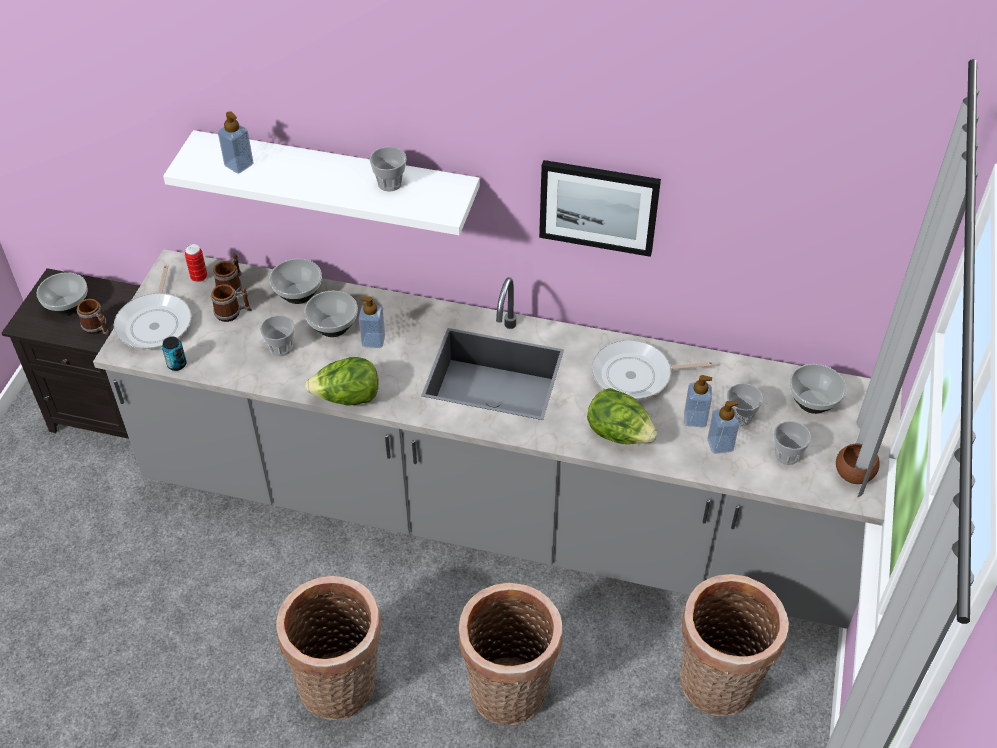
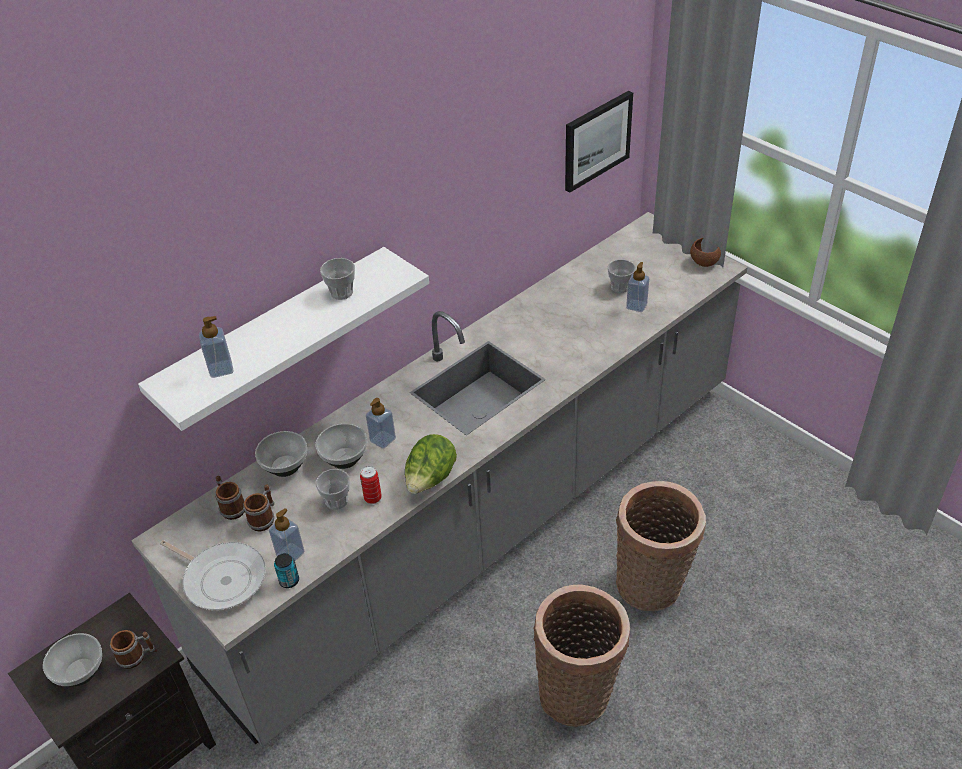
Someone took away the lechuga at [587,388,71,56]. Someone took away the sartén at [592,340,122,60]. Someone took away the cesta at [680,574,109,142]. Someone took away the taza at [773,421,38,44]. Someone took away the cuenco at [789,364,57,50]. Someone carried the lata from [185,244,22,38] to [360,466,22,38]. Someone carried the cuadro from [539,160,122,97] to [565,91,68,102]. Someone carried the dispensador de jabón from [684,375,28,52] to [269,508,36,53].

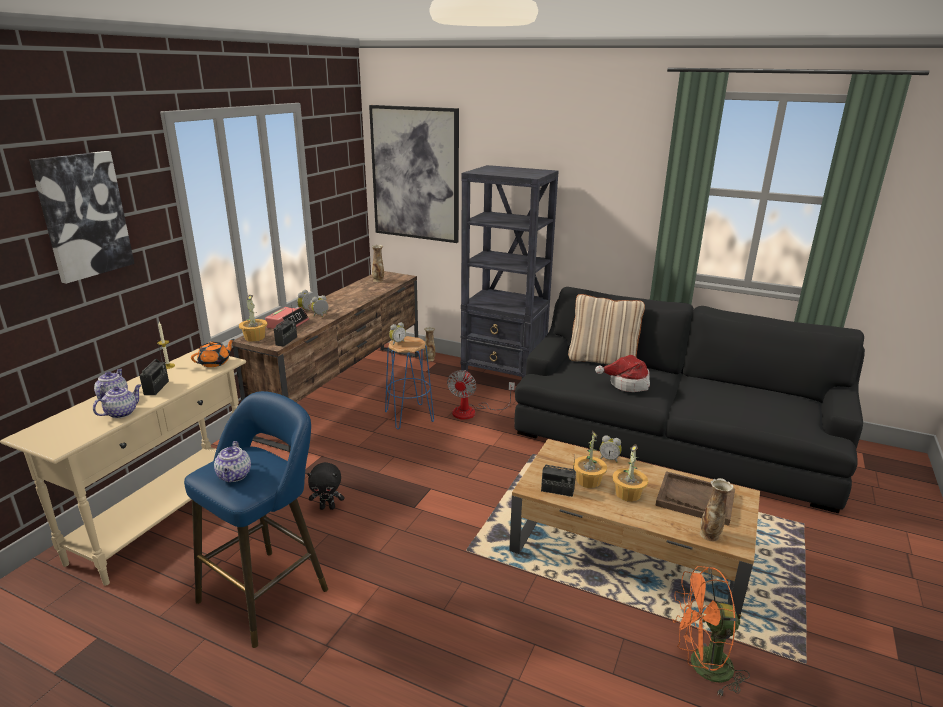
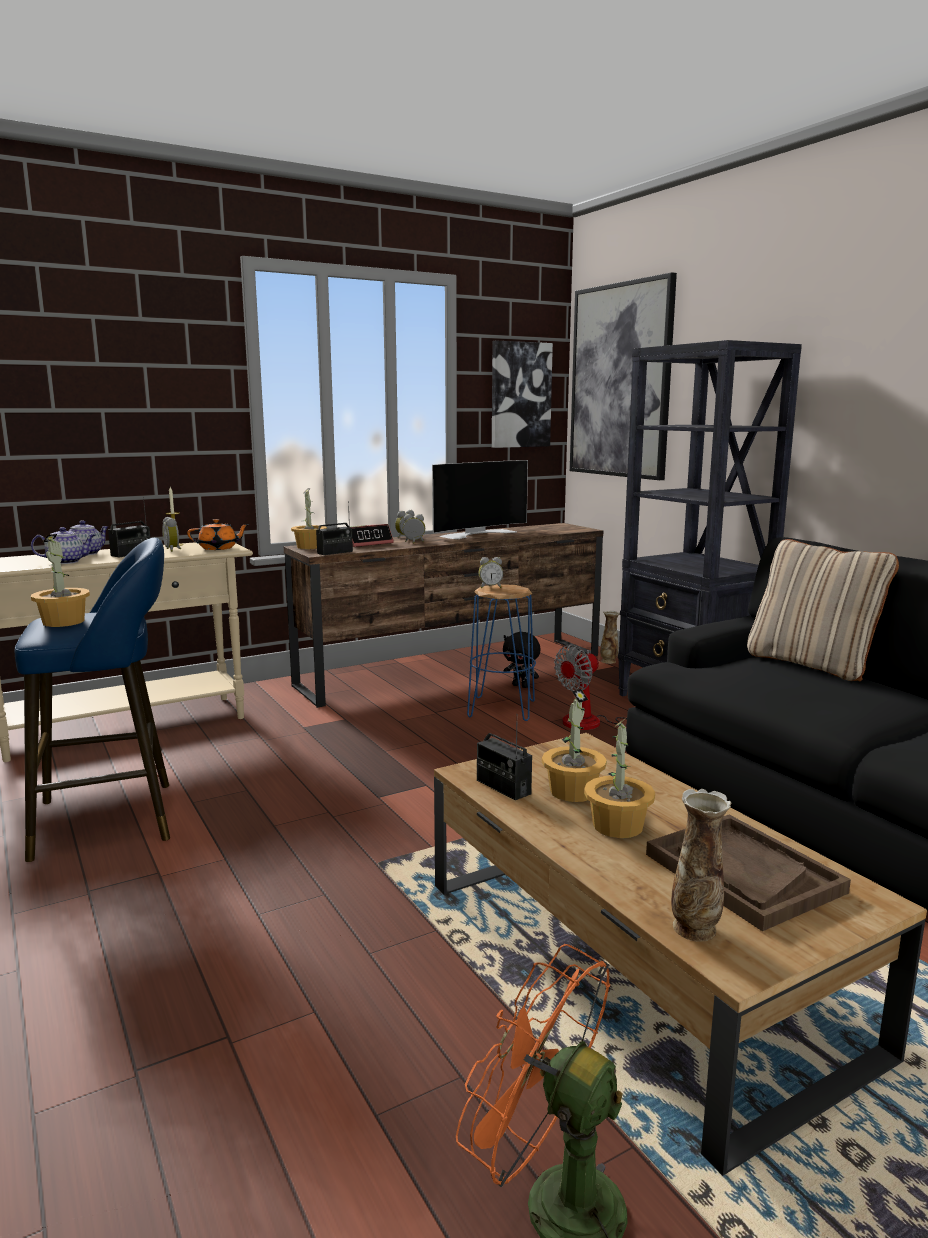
Someone took away the florero at [372,245,12,37]. Someone took away the sombrero at [595,355,55,37]. Someone put down the televisor at [432,460,96,79]. Someone carried the cuadro from [29,151,106,133] to [492,341,61,107]. Someone carried the peluche/negro from [307,462,37,48] to [503,632,37,56]. Someone carried the despertador from [600,435,22,28] to [162,517,19,35]. Someone swapped the tetera at [214,441,37,41] for the planta en maceta at [31,534,59,93].

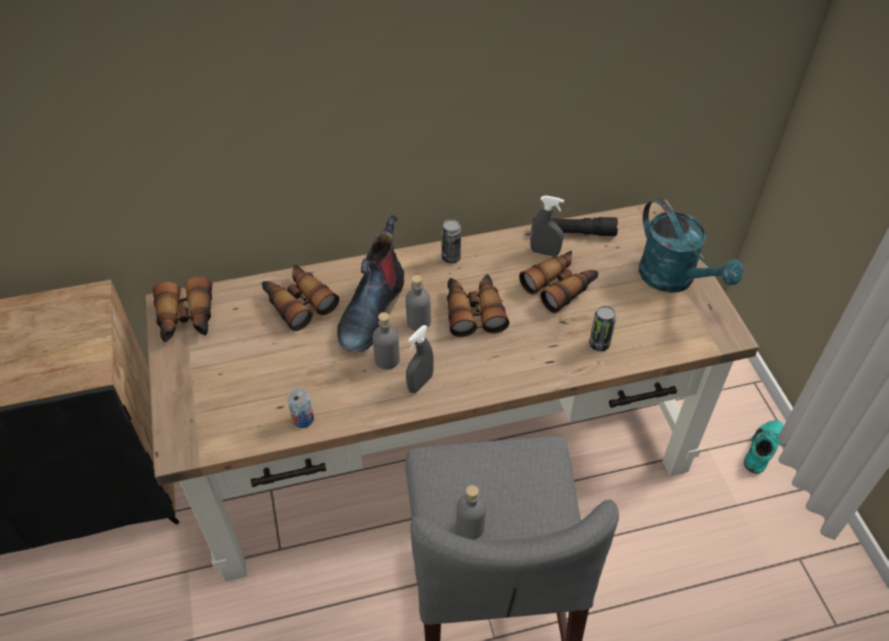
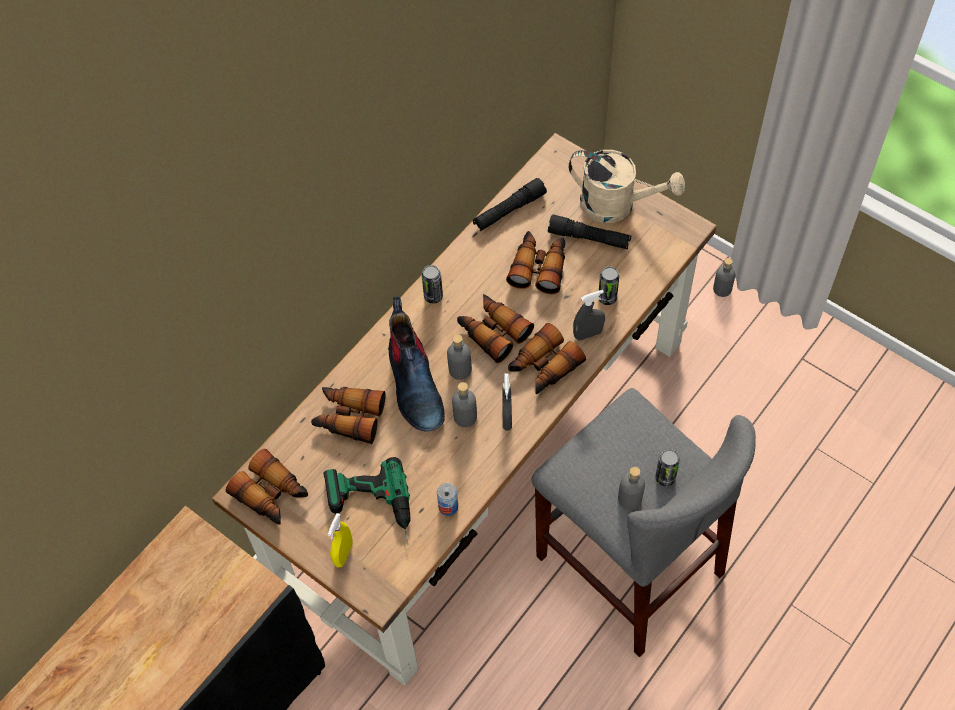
Someone put down the taladro at [323,457,88,87]. Someone put down the pulverizador/amarillo at [327,513,26,54]. Someone put down the prismáticos at [508,323,78,71]. Someone put down the linterna/negro at [548,215,83,34]. Someone put down the lata at [655,449,25,37]. Someone carried the pulverizador/gris from [530,195,34,61] to [573,290,32,50]. Someone swapped the zapato/turquesa at [744,420,42,54] for the botella/gris at [713,258,22,39]. Someone repainted the regadera/turquesa at [639,198,105,95], which became the regadera/beis at [568,150,117,73].

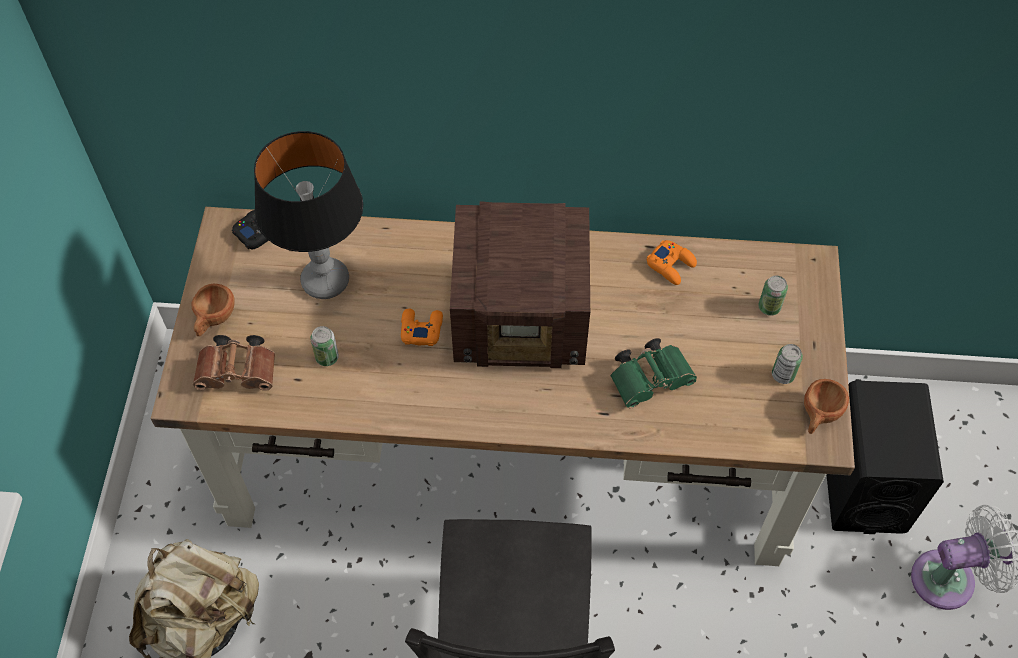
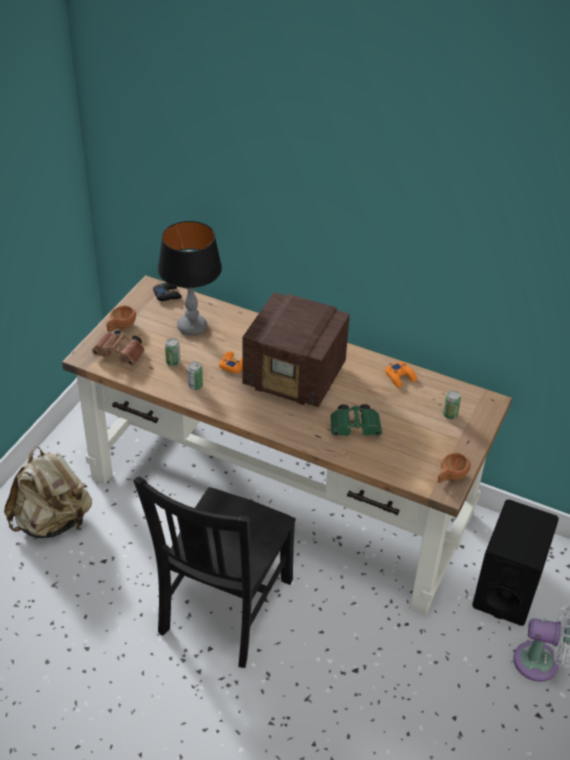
Someone carried the lata from [772,344,31,40] to [187,362,16,28].

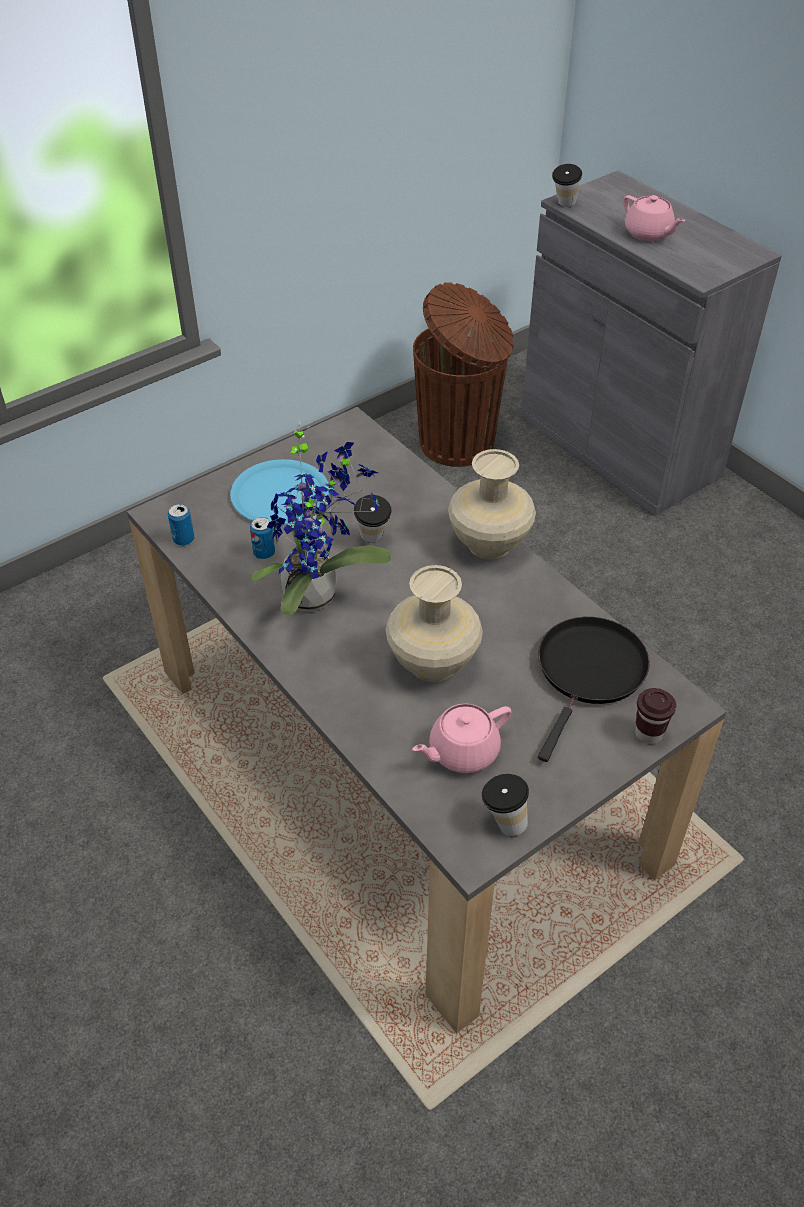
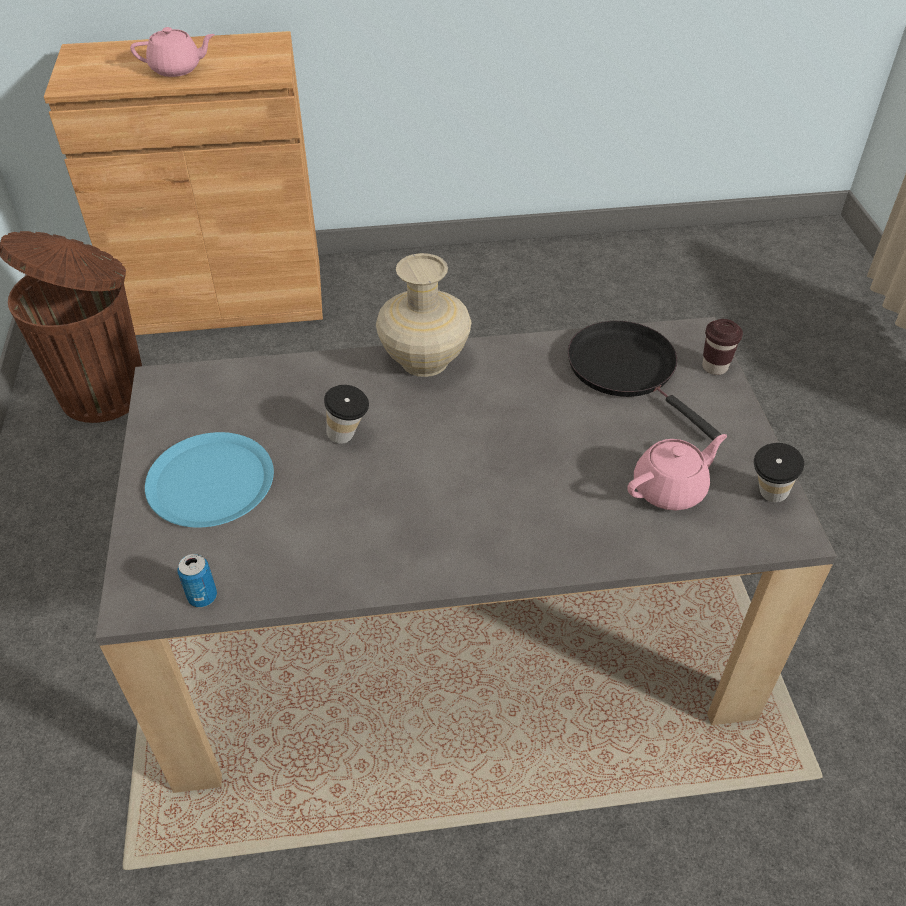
Someone took away the lata at [250,517,25,42]. Someone took away the planta en maceta at [251,421,141,195]. Someone took away the florero/beis at [385,565,98,117]. Someone took away the taza at [552,164,30,43]. Someone repainted the armario/gris at [521,170,261,346], which became the armario/marrón at [44,31,279,304]. Someone rotated the tetera/rosa at [412,703,100,70] by 120 degrees counterclockwise.

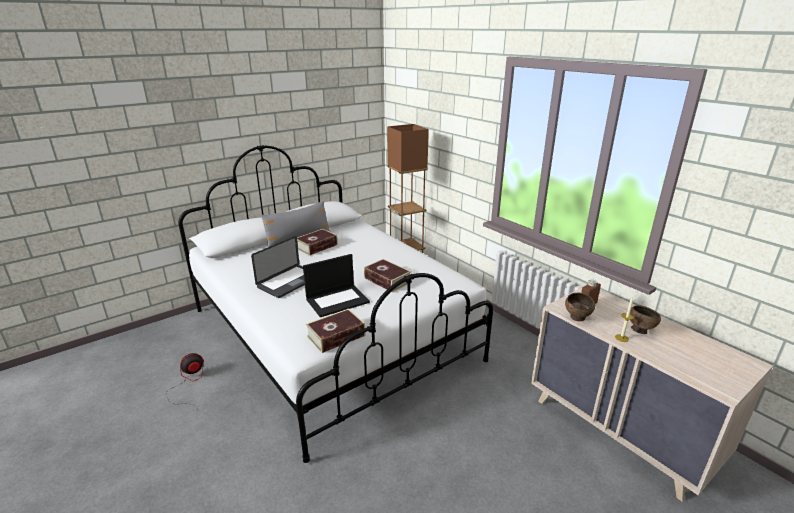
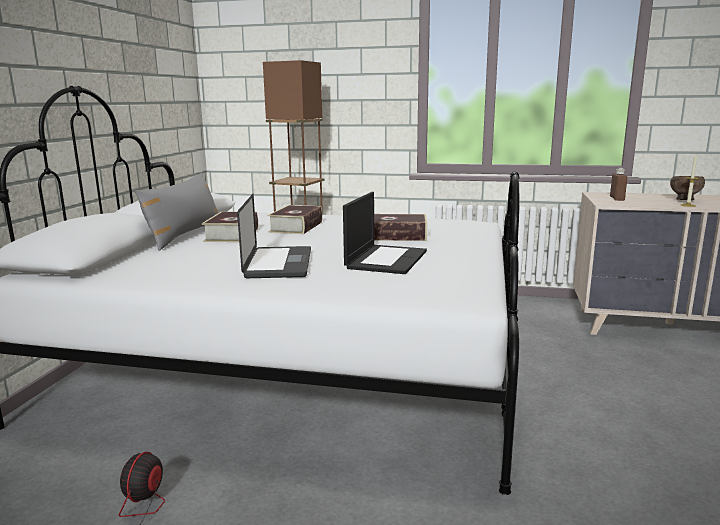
Someone took away the cuenco/marrón at [565,293,30,28]. Someone carried the libro from [306,308,60,45] to [267,205,55,29].

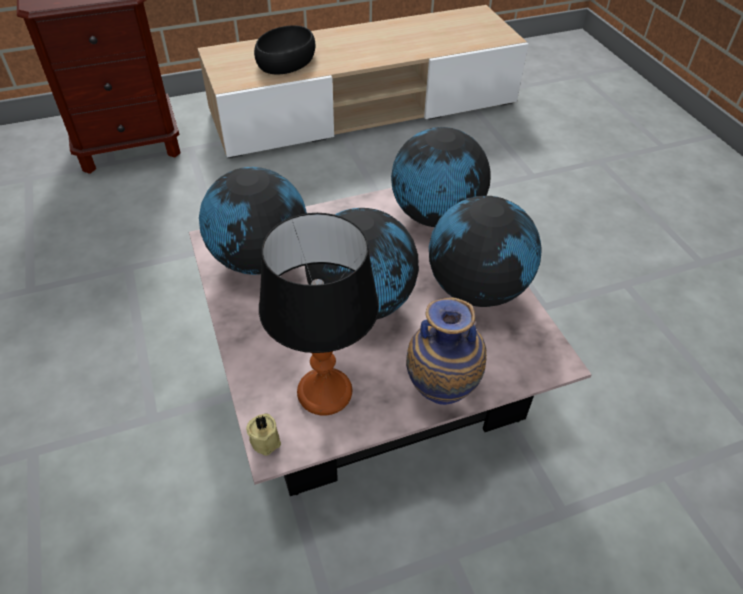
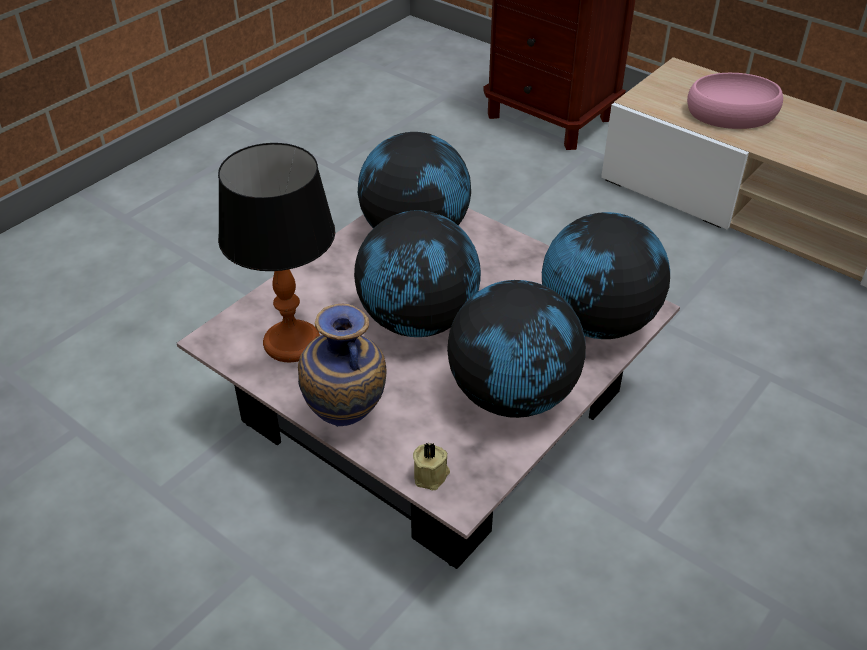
Someone carried the vela/beis from [246,414,35,42] to [413,442,37,48]. Someone repainted the cuenco/negro at [254,25,61,50], which became the cuenco/rosa at [687,73,96,56].

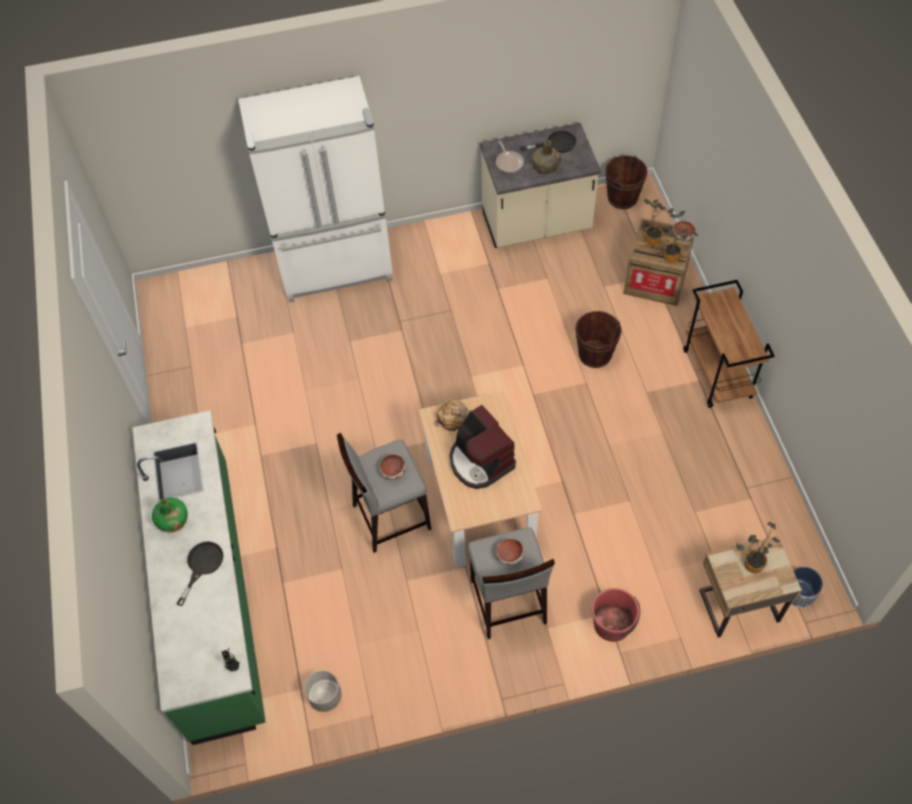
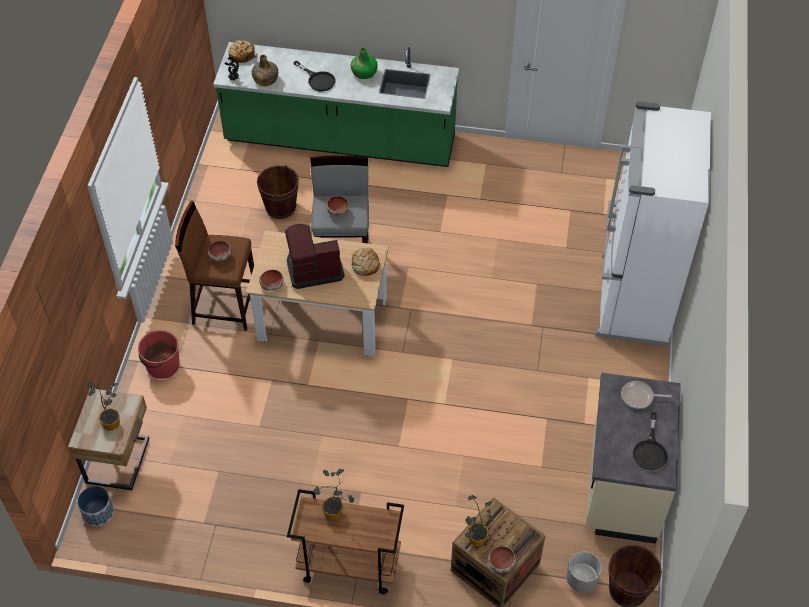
Someone put down the pan at [228,40,30,23]. Someone put down the cuenco at [259,270,25,21]. Someone carried the maceta/gris from [304,670,38,42] to [566,552,36,41]. Someone carried the botella/verde from [532,140,29,34] to [252,55,26,31]. Someone carried the cubo/marrón from [575,311,47,57] to [257,165,42,54]. Someone carried the planta en maceta from [644,199,30,46] to [314,469,40,51]. Someone repainted the taburete/gris at [468,527,87,112], which became the taburete/marrón at [175,201,79,130].

